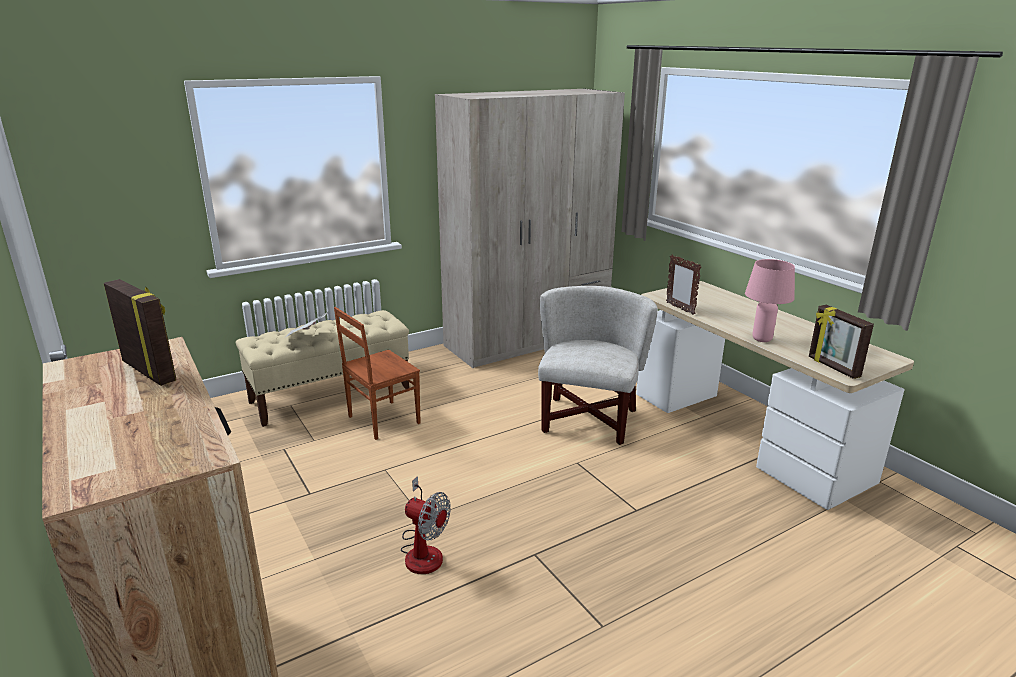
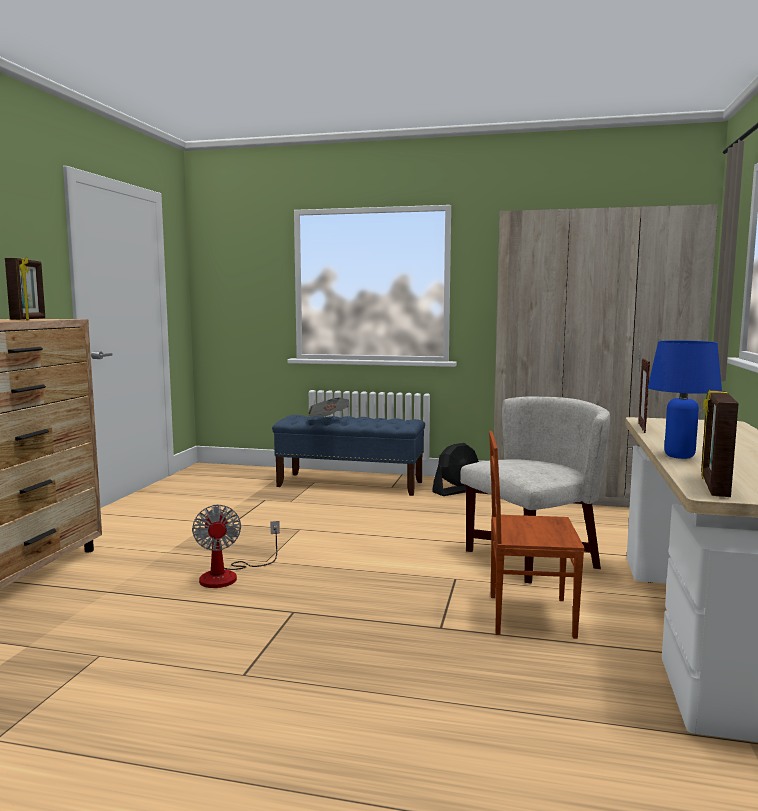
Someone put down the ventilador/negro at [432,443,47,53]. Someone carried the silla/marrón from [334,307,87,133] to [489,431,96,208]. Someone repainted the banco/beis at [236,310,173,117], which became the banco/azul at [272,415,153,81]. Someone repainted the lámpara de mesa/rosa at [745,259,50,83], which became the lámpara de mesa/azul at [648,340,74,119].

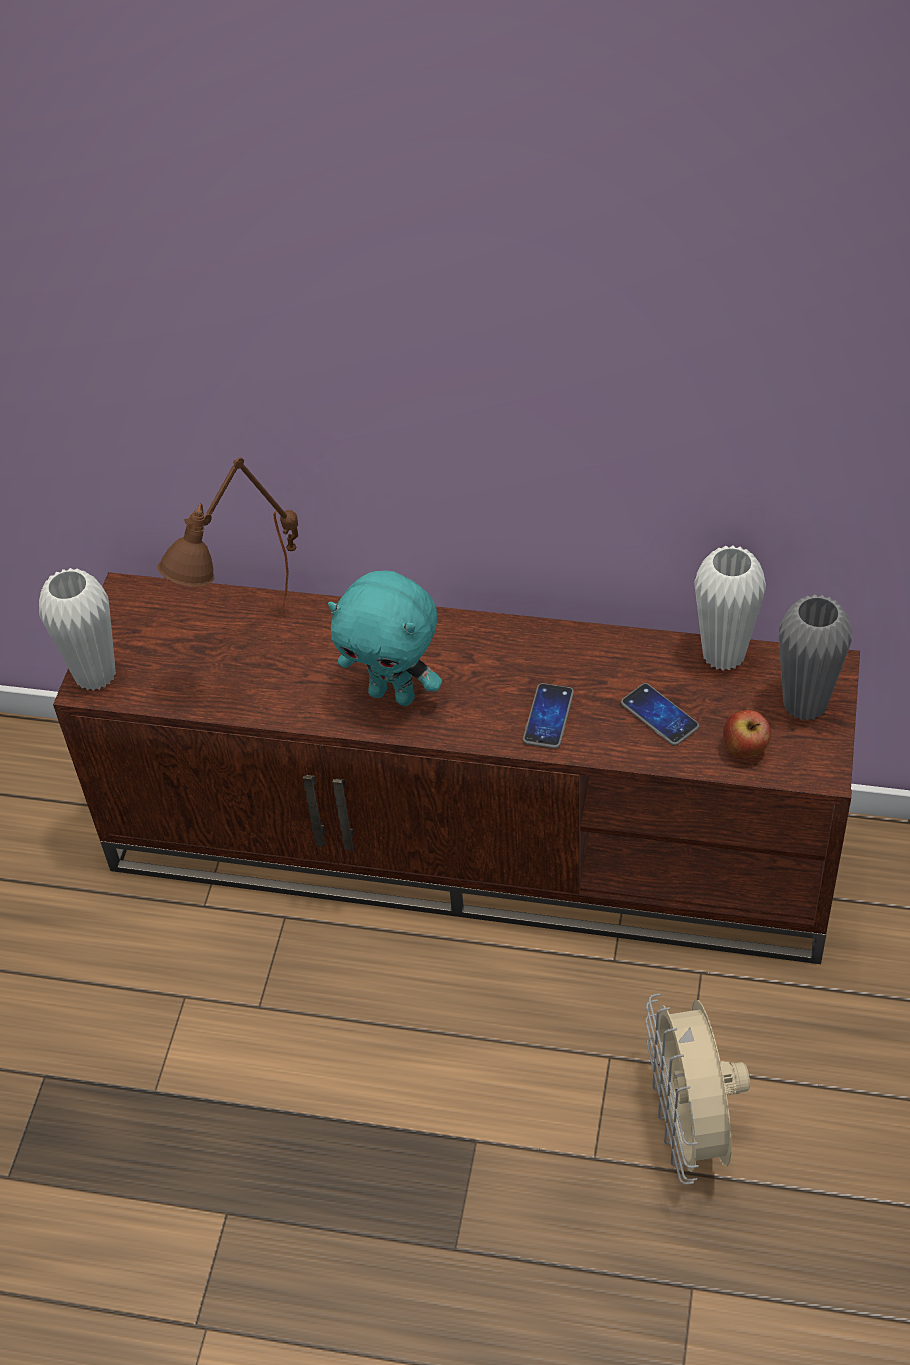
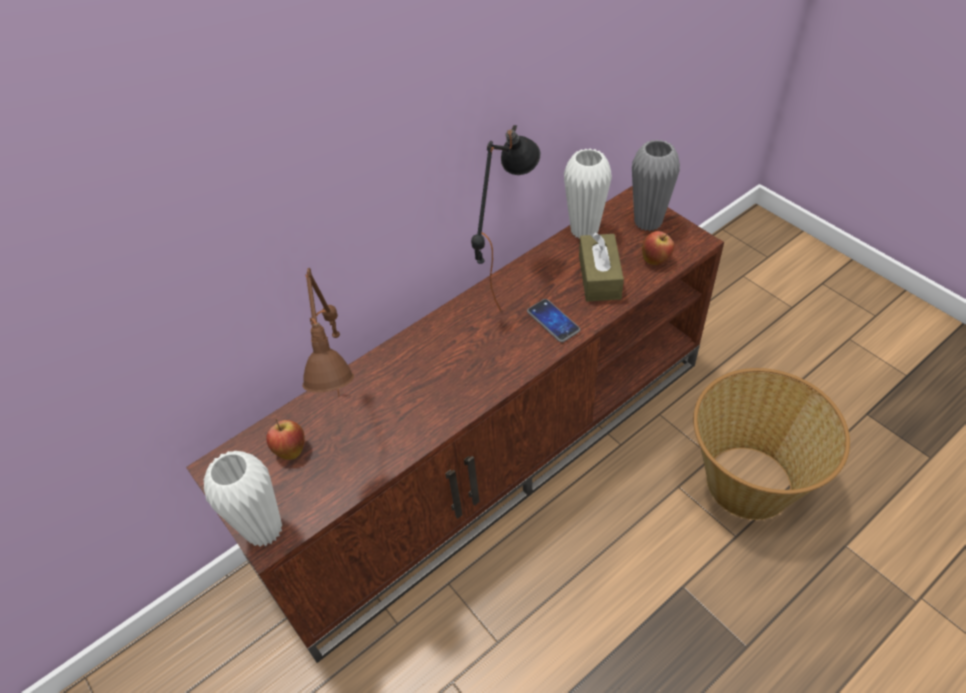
Someone took away the peluche/turquesa at [328,571,114,135]. Someone put down the manzana at [266,419,39,41]. Someone put down the lámpara de mesa/negro at [471,125,70,186]. Someone swapped the móvil at [621,683,78,63] for the caja de pañuelos/marrón at [579,232,45,70]. Someone swapped the ventilador/beis at [645,993,105,192] for the cesta at [693,368,157,152].

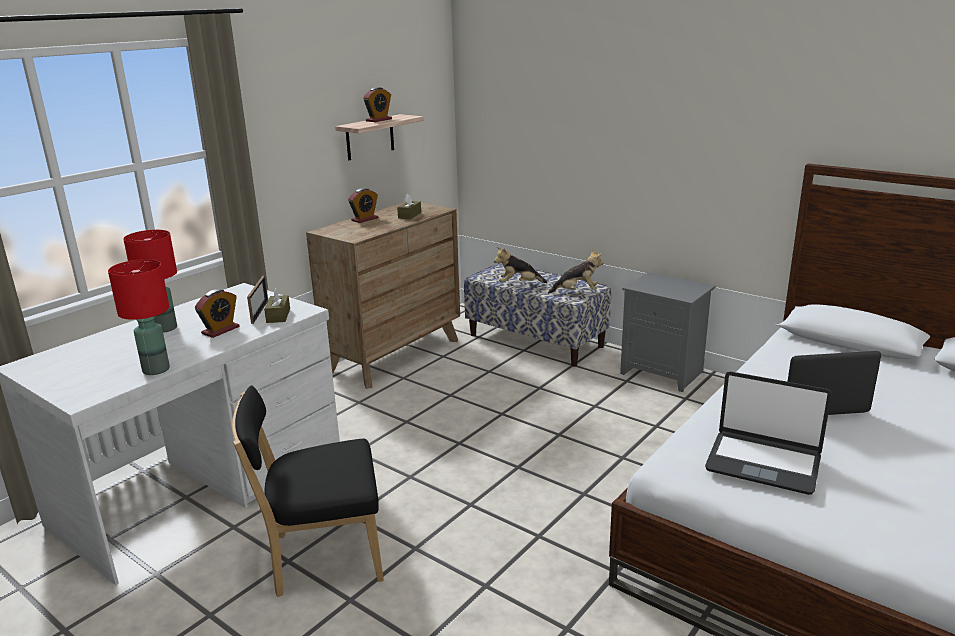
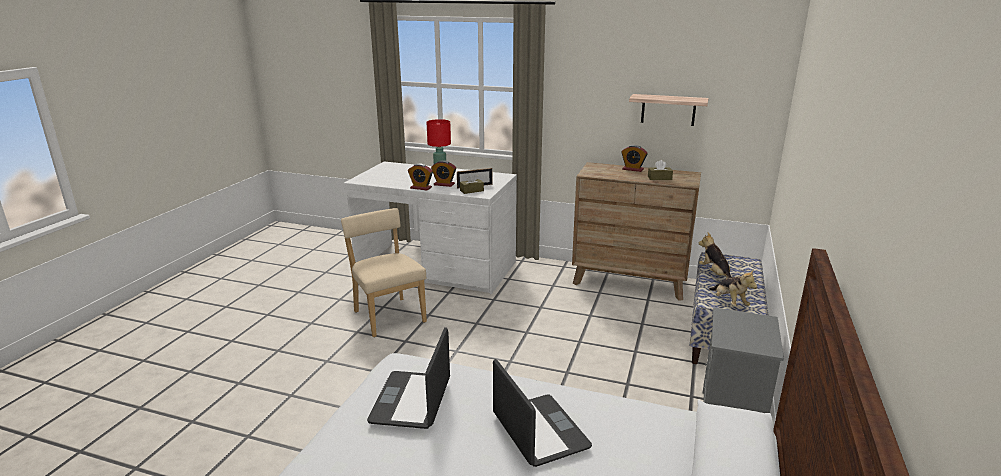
Someone took away the lámpara de mesa/rojo at [108,259,62,116]. Someone carried the despertador from [363,87,29,35] to [408,164,25,26]. Someone repainted the silla/negro at [232,385,152,212], which became the silla/beis at [341,208,86,129].

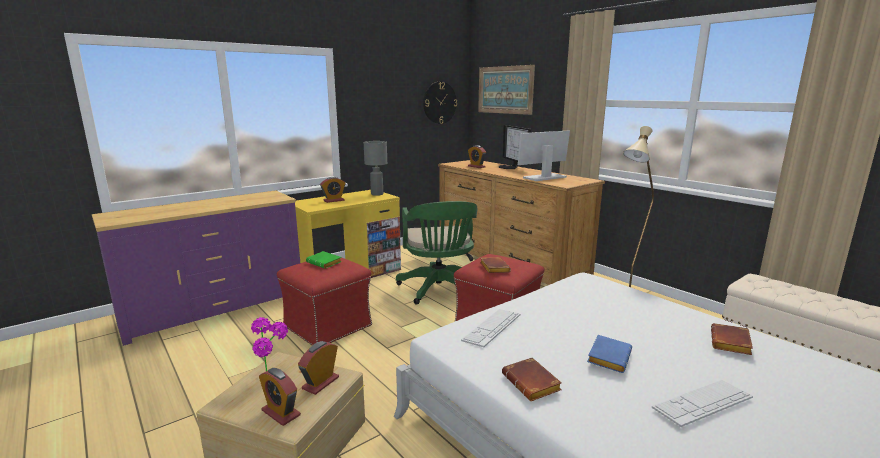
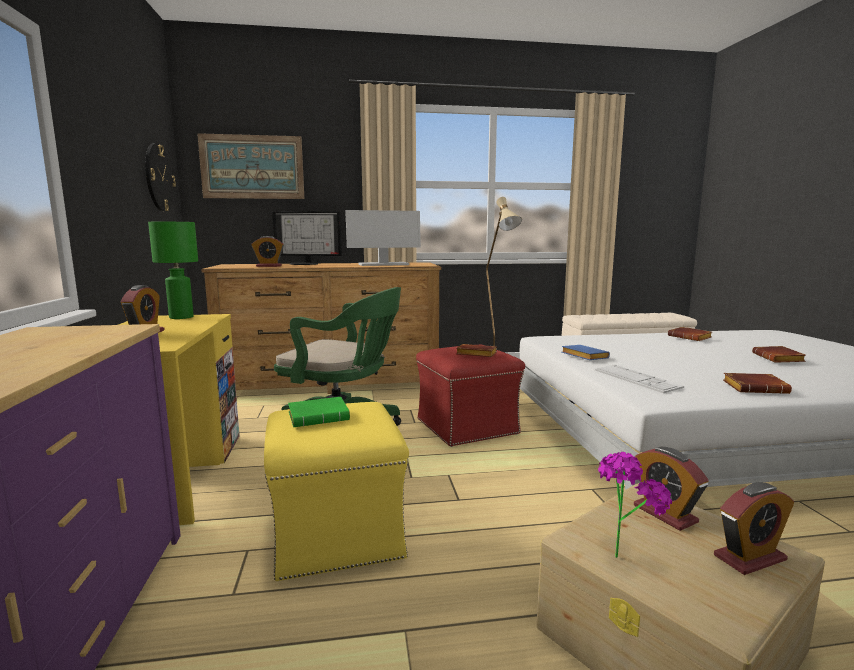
Someone carried the libro/azul from [587,335,45,38] to [561,345,49,15]. Someone swapped the teclado at [652,380,101,47] for the libro/marrón at [752,346,54,17]. Someone repainted the puf/rojo at [277,257,95,88], which became the puf/amarillo at [264,402,145,179]. Someone repainted the lámpara de mesa/gris at [364,141,23,55], which became the lámpara de mesa/verde at [148,222,50,97]. Someone rotated the monitor at [518,130,52,51] by 105 degrees counterclockwise.

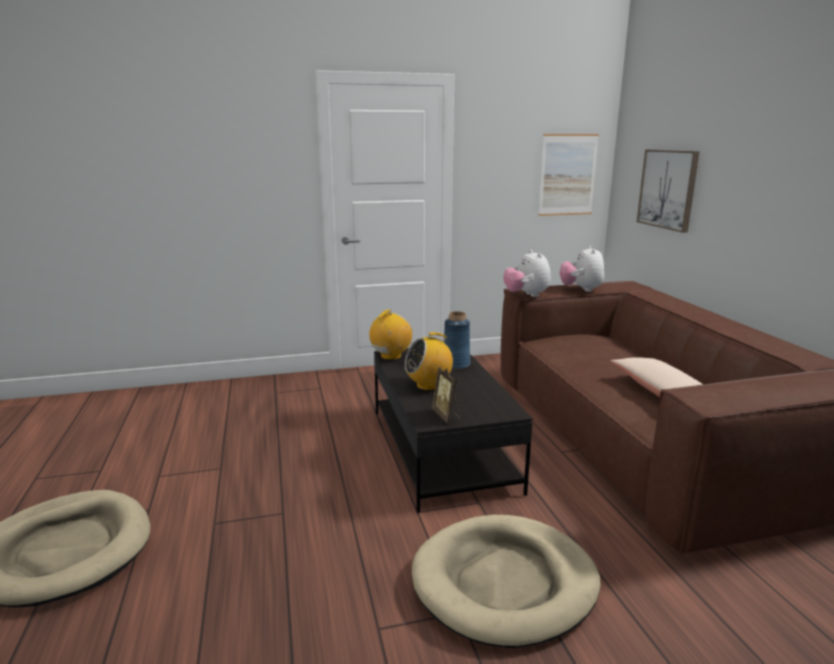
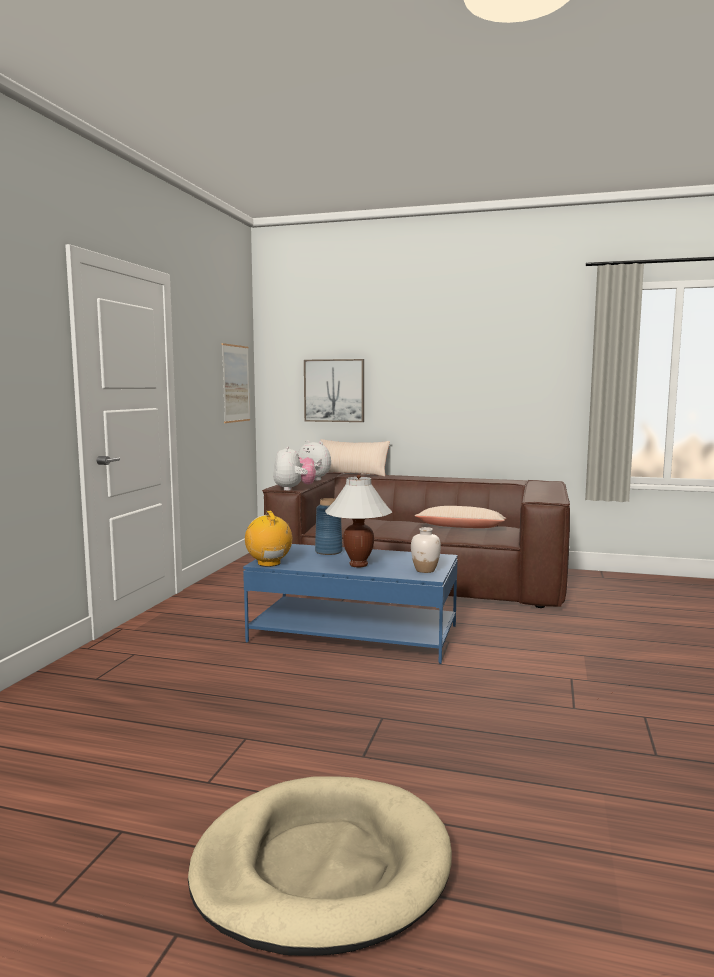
Someone took away the cama para perro/beis at [412,515,189,133]. Someone put down the cojín/beis at [320,439,70,38]. Someone swapped the radio at [404,332,49,59] for the lámpara de mesa/blanco at [325,475,67,92]. Someone swapped the portarretratos at [432,367,30,56] for the florero/blanco at [411,527,30,46]. Someone repainted the mesa de centro/negro at [374,348,159,165], which became the mesa de centro/azul at [243,544,215,120]. Someone rotated the peluche at [503,250,48,47] by 105 degrees counterclockwise.

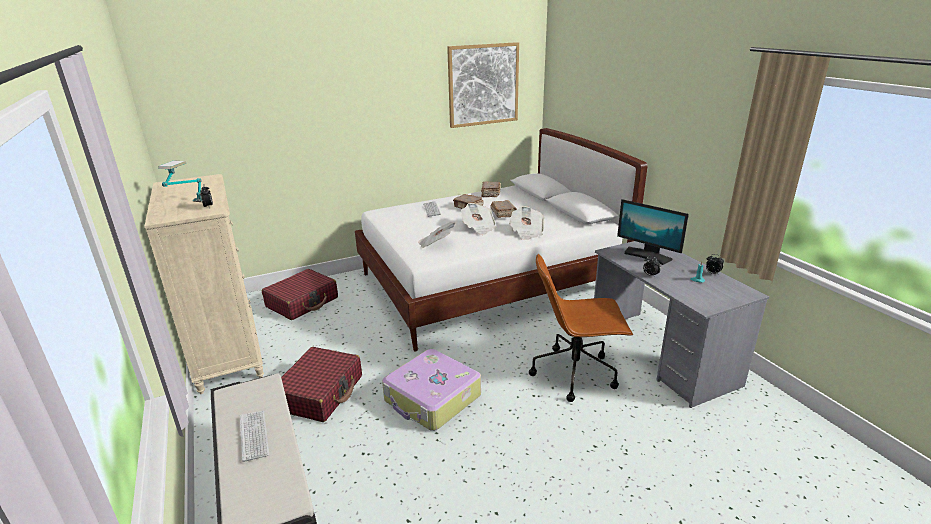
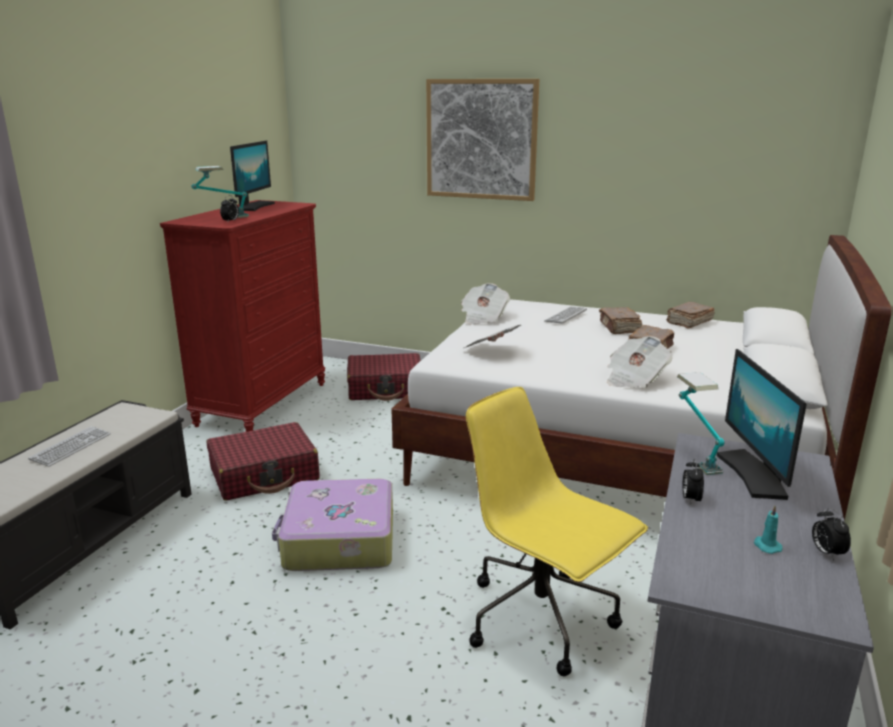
Someone put down the monitor at [230,141,45,70]. Someone put down the lámpara de mesa at [677,372,48,103]. Someone carried the cuadro from [447,42,72,86] to [426,79,113,122]. Someone carried the periódico from [461,203,35,32] to [461,283,49,42]. Someone repainted the cómoda/beis at [145,174,119,220], which became the cómoda/rojo at [160,200,165,232]. Someone repainted the silla de oficina/marrón at [529,254,104,148], which became the silla de oficina/amarillo at [466,387,182,289].

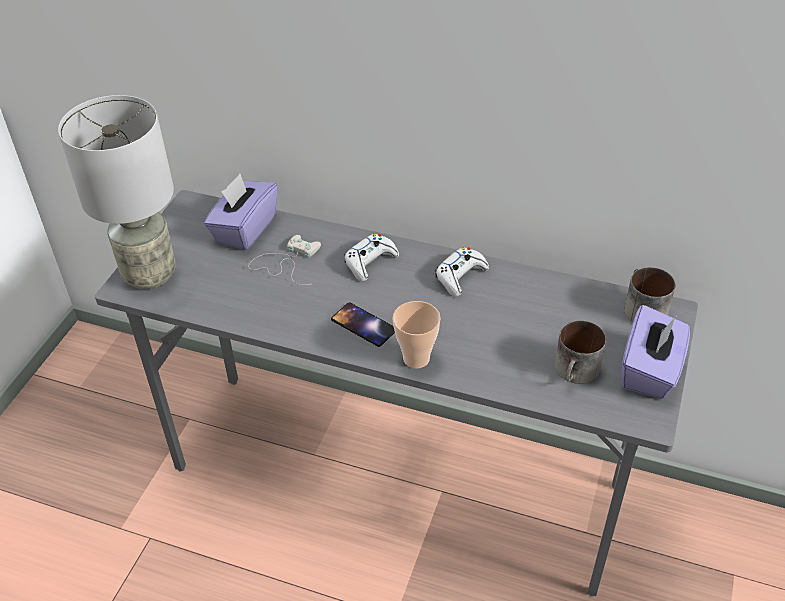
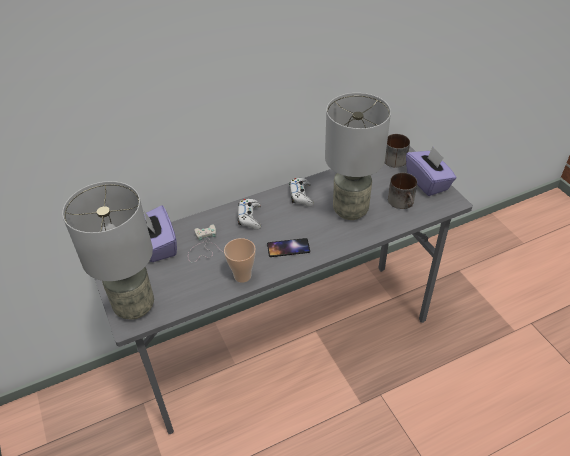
Someone put down the lámpara de mesa/gris at [325,93,66,127]. Someone carried the taza from [392,301,49,68] to [224,238,32,45].

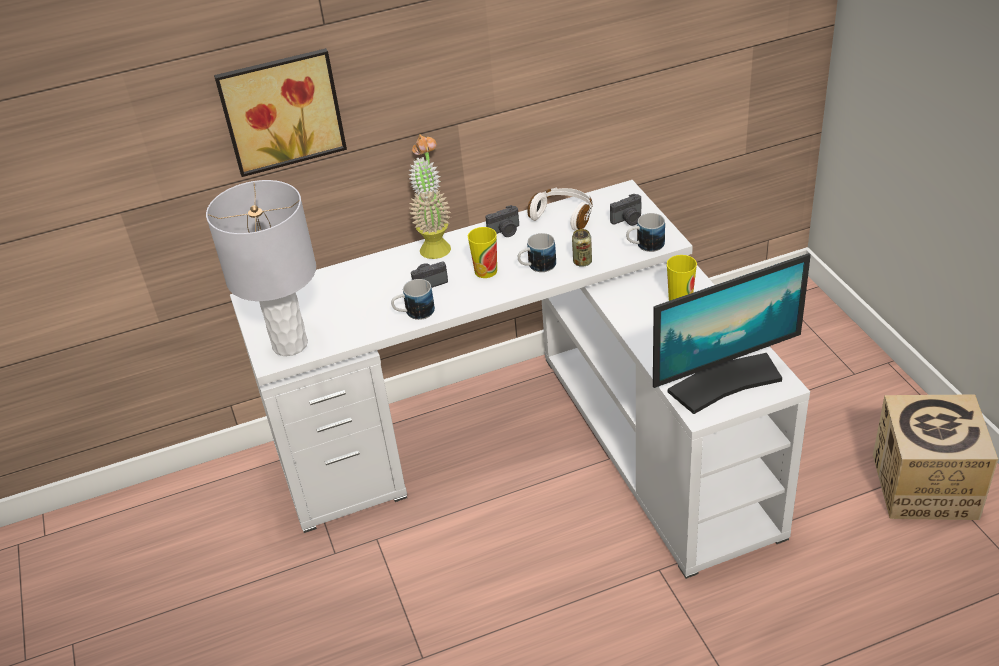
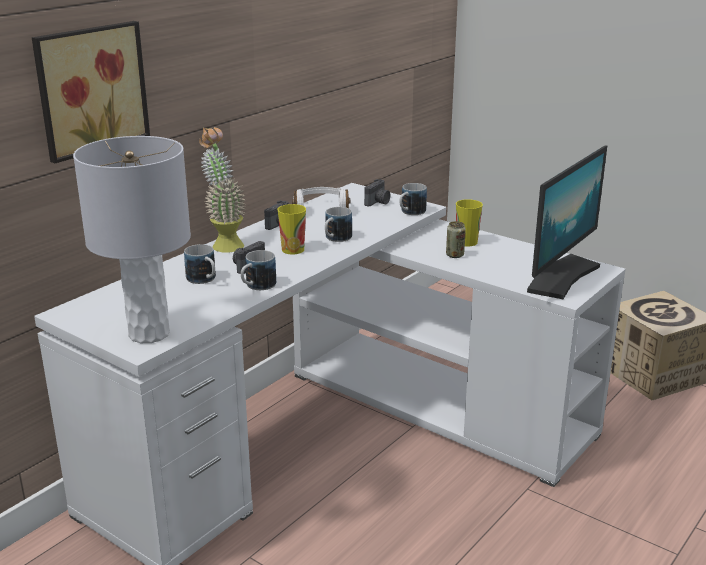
Someone put down the taza grande at [184,244,32,40]. Someone carried the lata from [572,229,20,38] to [446,221,20,37].

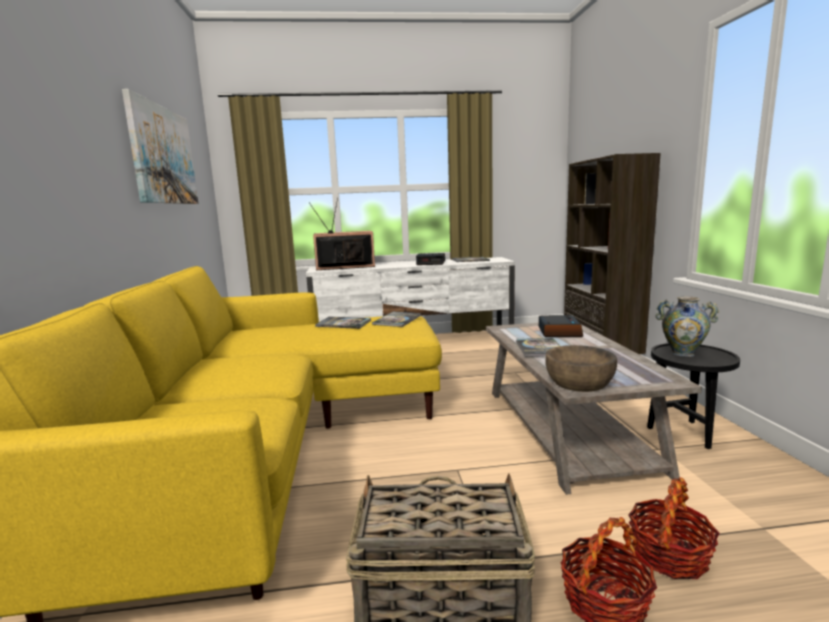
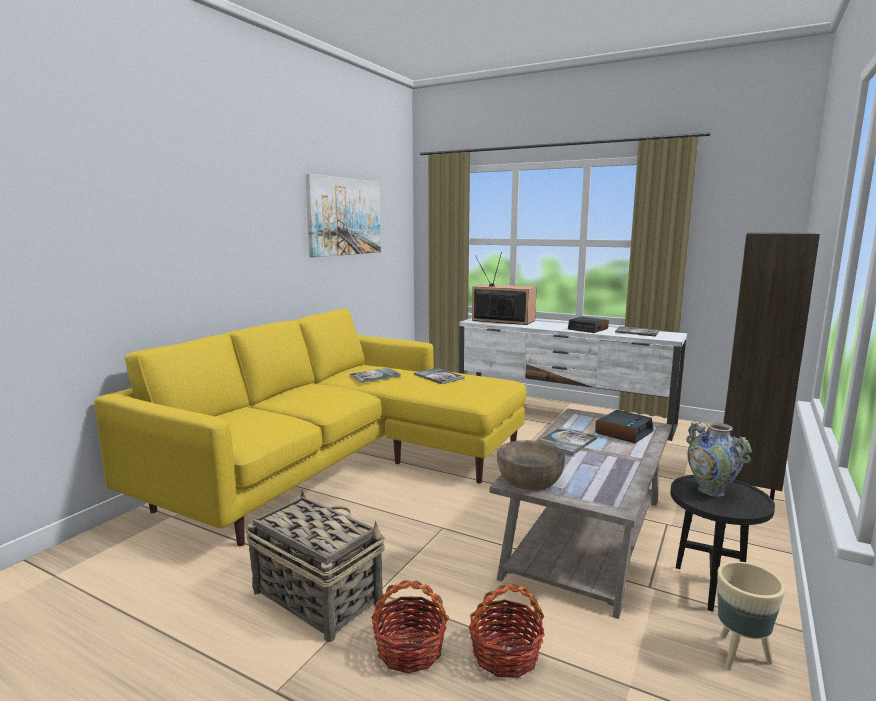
Someone put down the maceta/beis at [717,561,68,109]. Someone carried the libro from [372,312,49,15] to [350,368,51,15].

